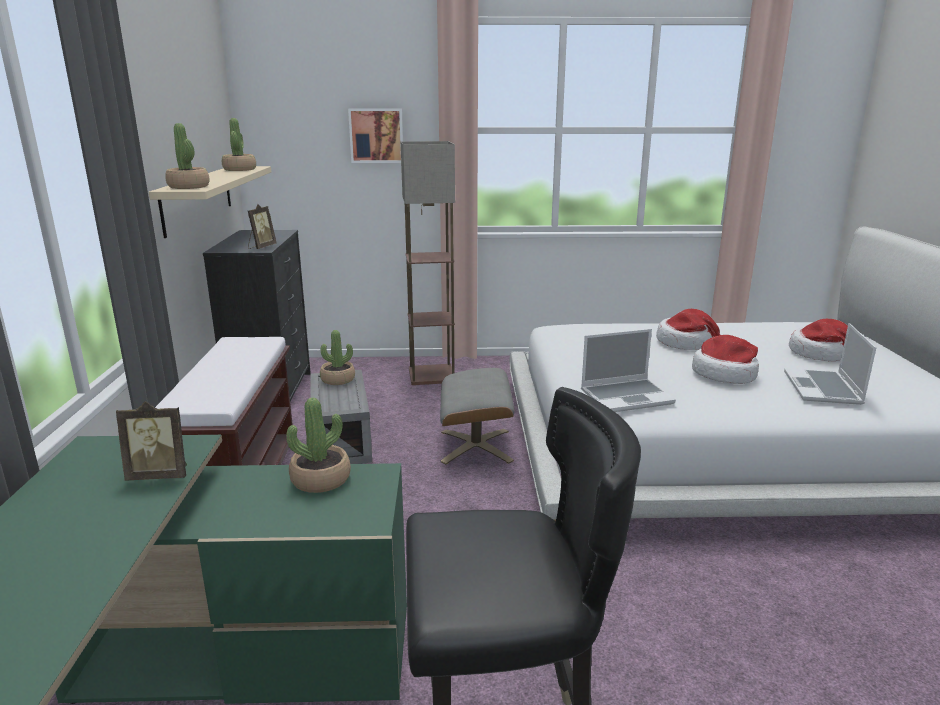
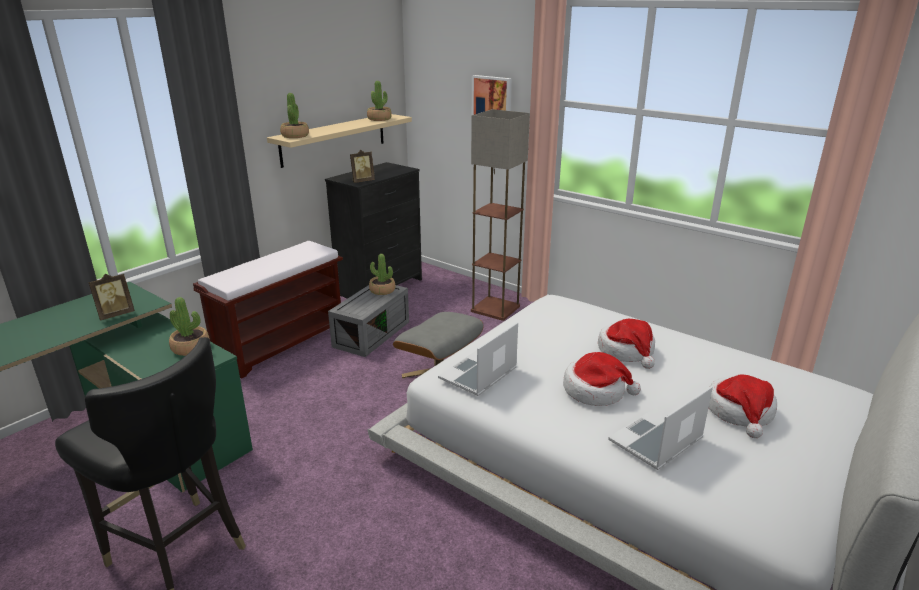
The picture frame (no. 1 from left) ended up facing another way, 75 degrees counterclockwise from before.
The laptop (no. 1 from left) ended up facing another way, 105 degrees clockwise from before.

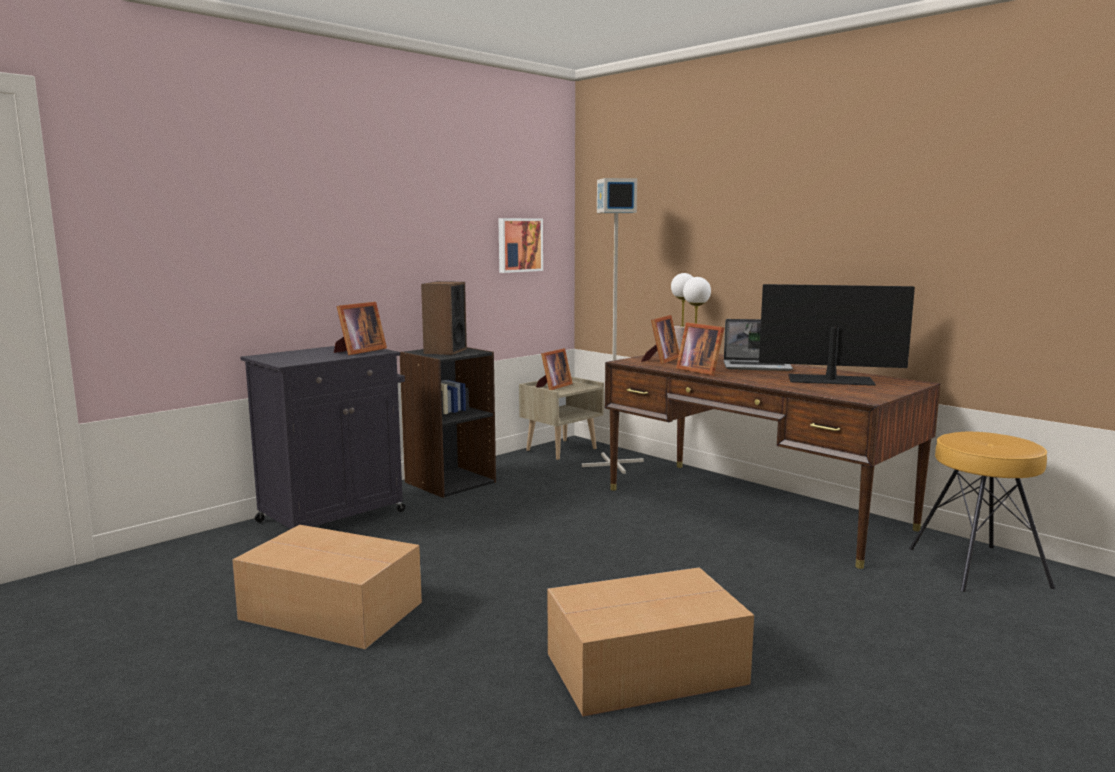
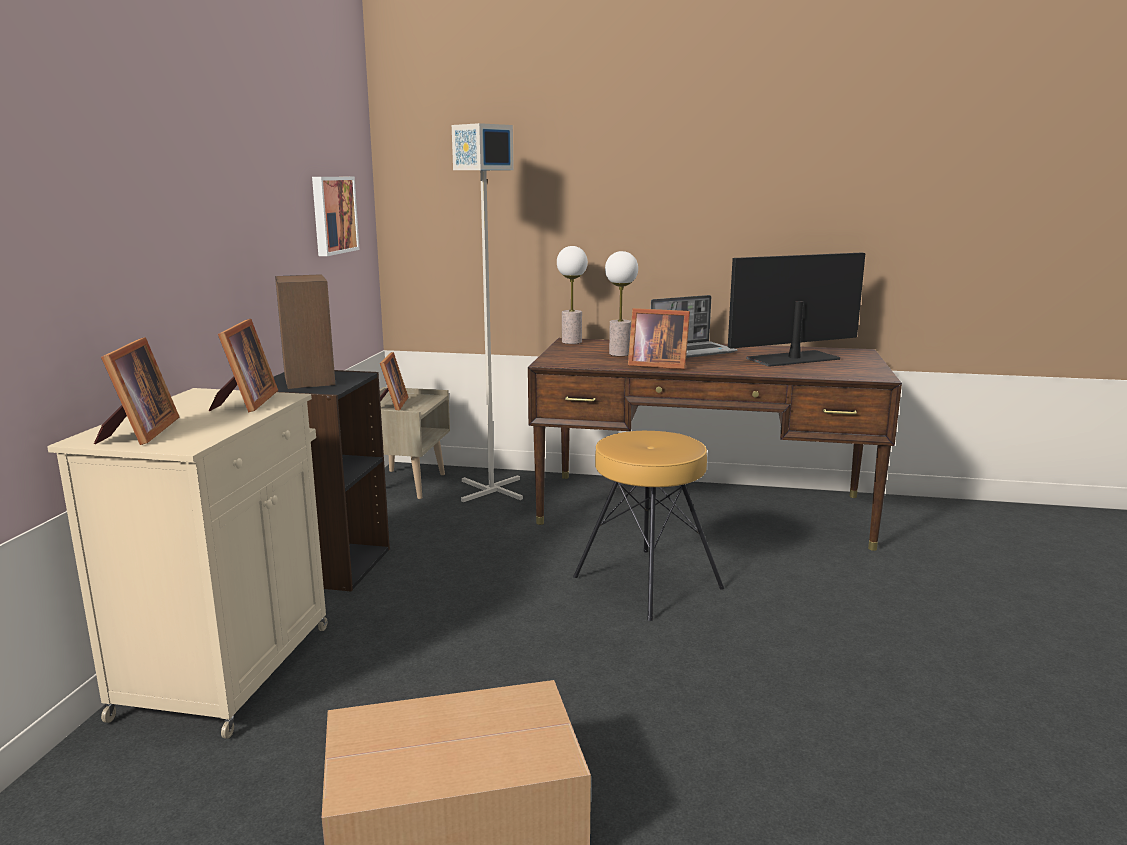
The second view lost the cardboard box (no. 2 from left).
The picture frame (no. 3 from left in the first image) ended up elsewhere.
The brown stool ended up elsewhere.
What was the black cabinet turned into the beige cabinet.

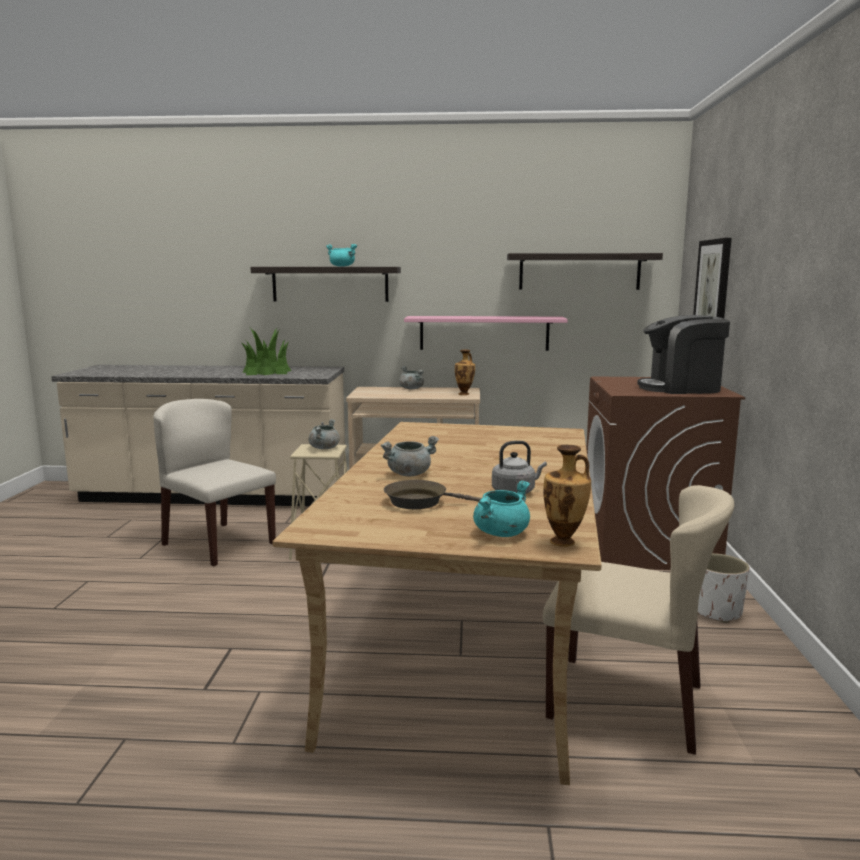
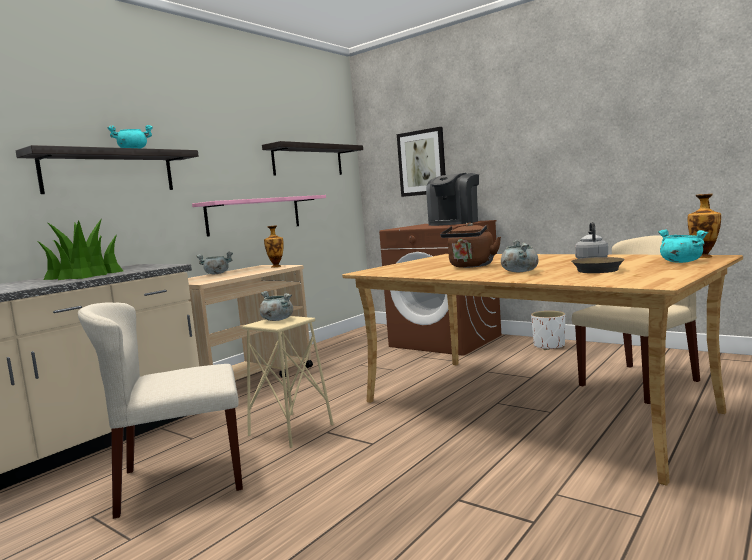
The second view gained the brown kettle.

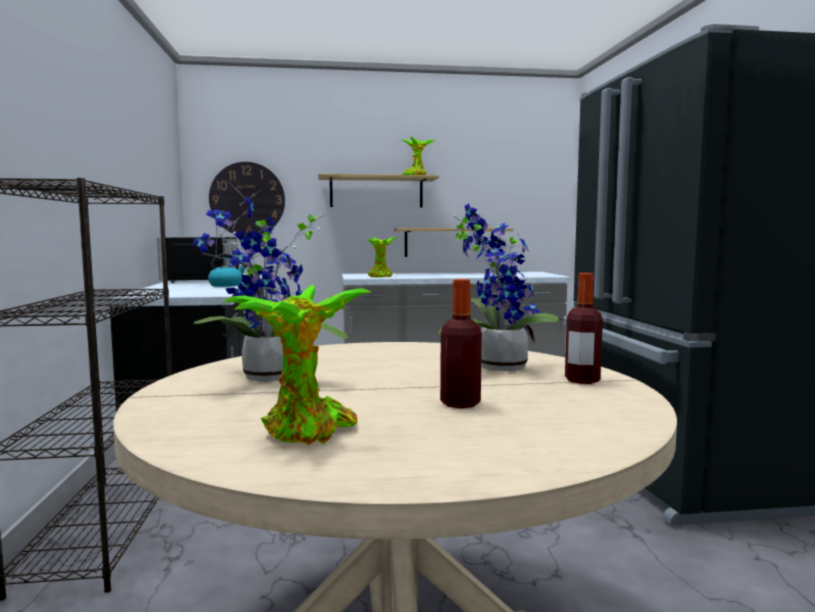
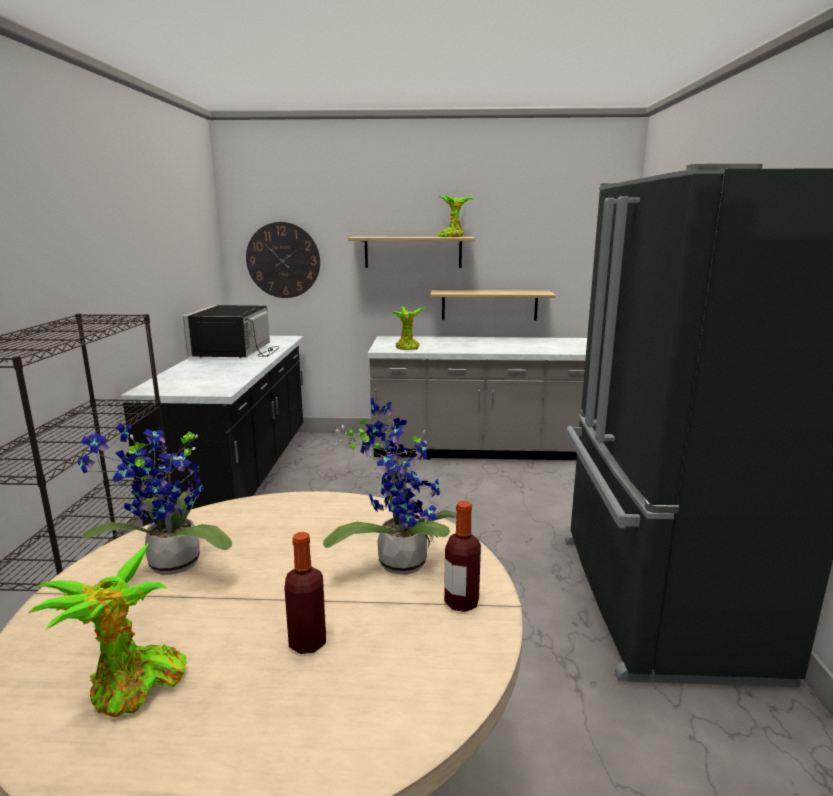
The second view lost the kettle.

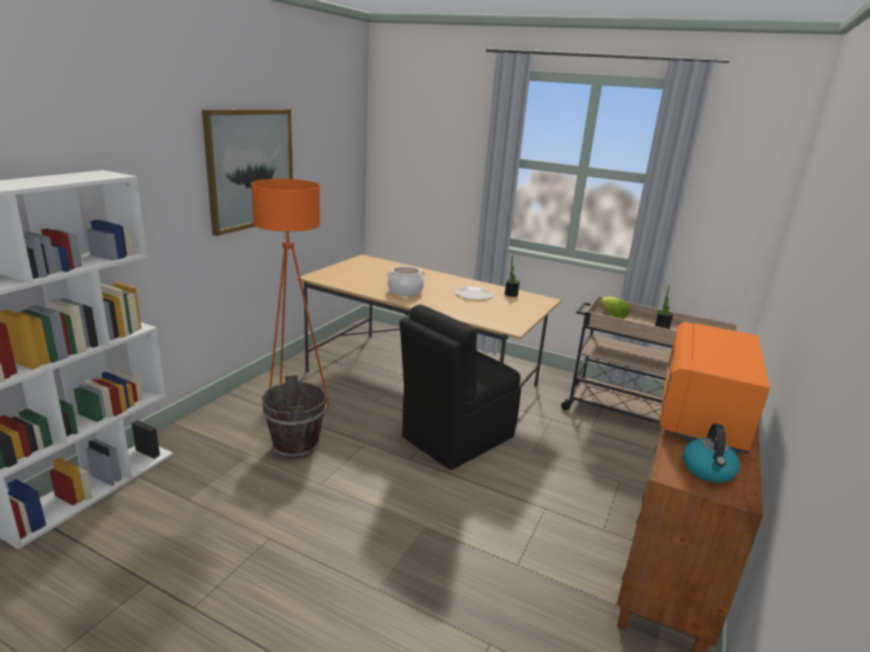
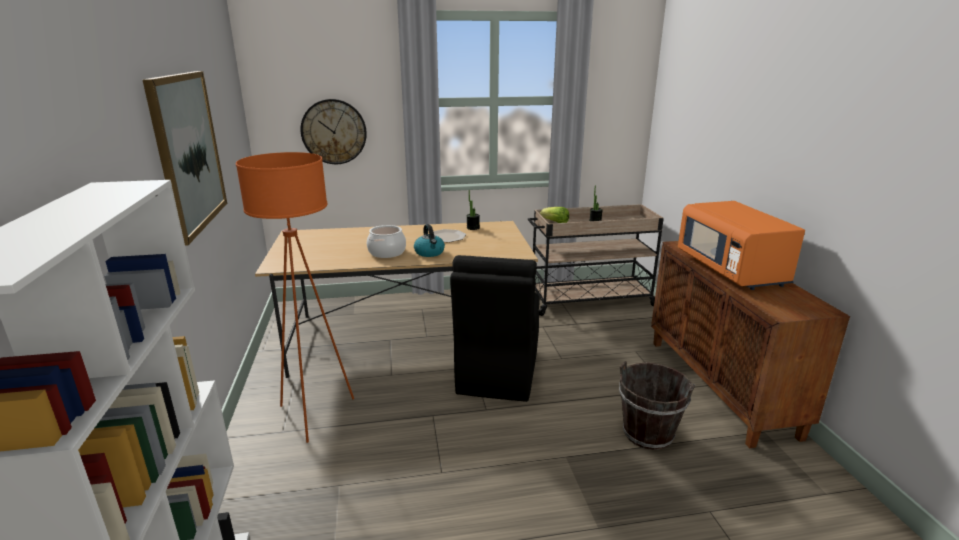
The second view gained the wall clock.
The brown bucket ended up elsewhere.
The kettle ended up elsewhere.

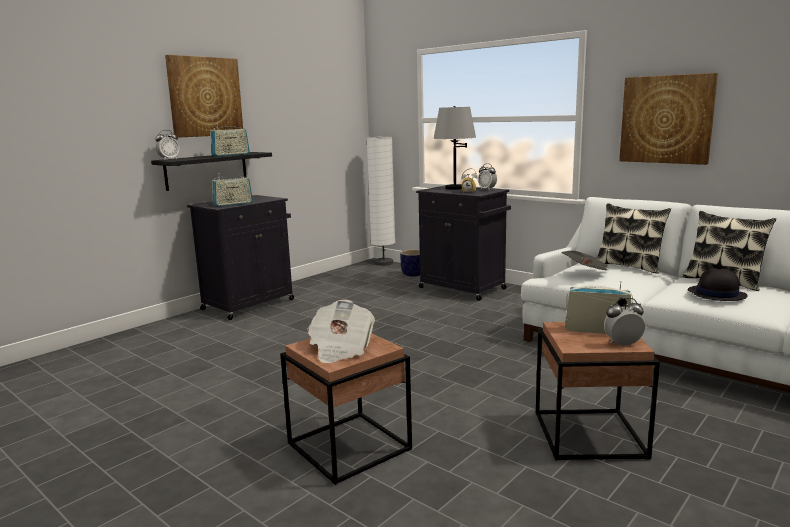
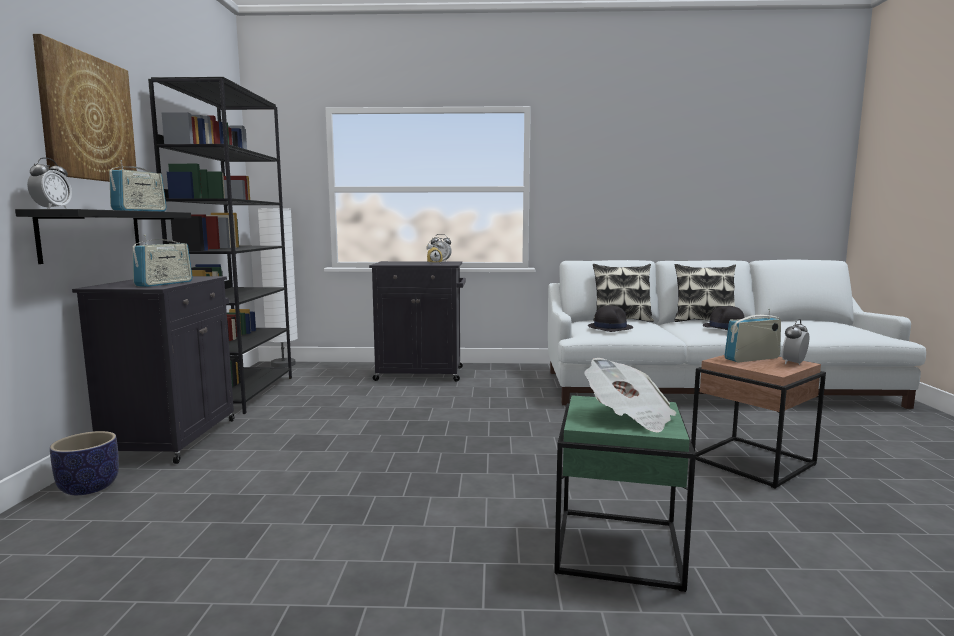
The second view lost the grey table lamp.
The second view lost the picture (no. 2 from left).
The second view gained the black bookcase.
The planter ended up elsewhere.
Where the newspaper (no. 2 from left) stood, the black hat (no. 1 from left) came to stand.
What was the brown side table (no. 1 from left) turned into the green side table.

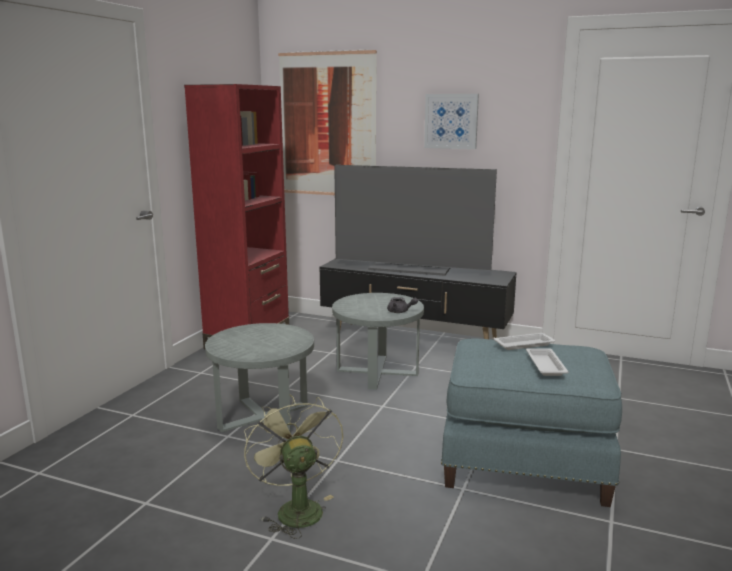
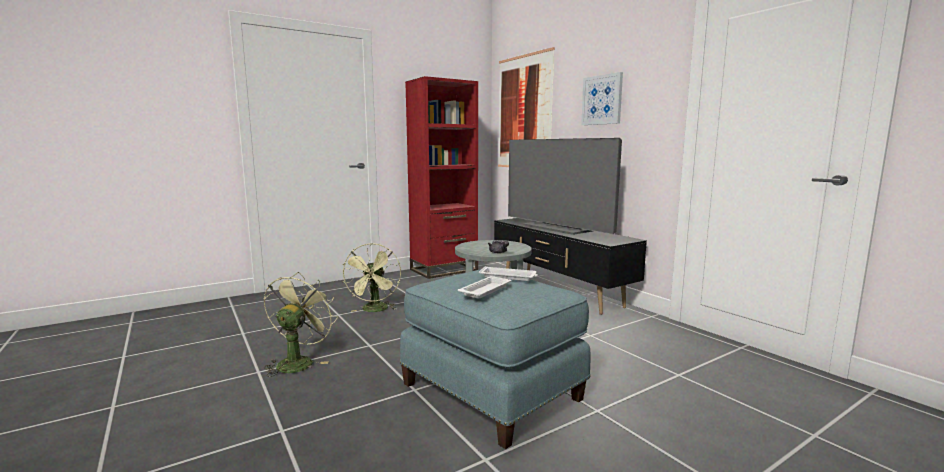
Where the grey side table (no. 1 from left) stood, the green fan (no. 2 from left) came to stand.

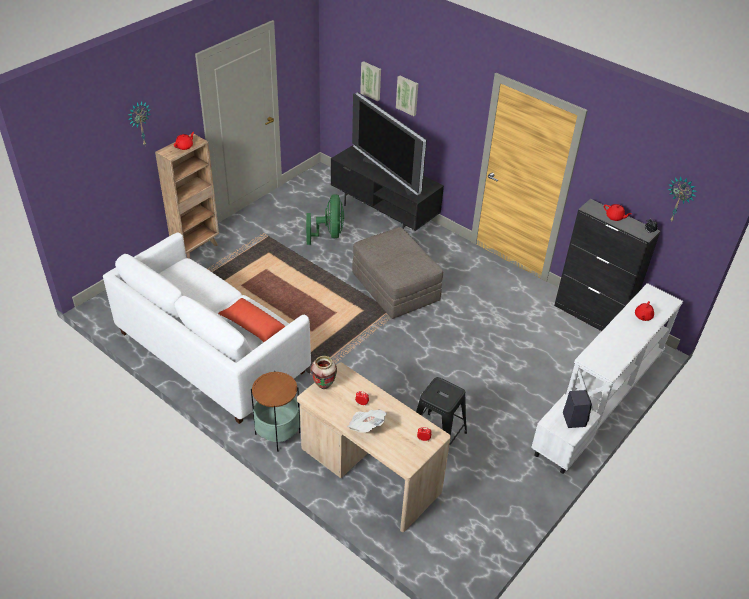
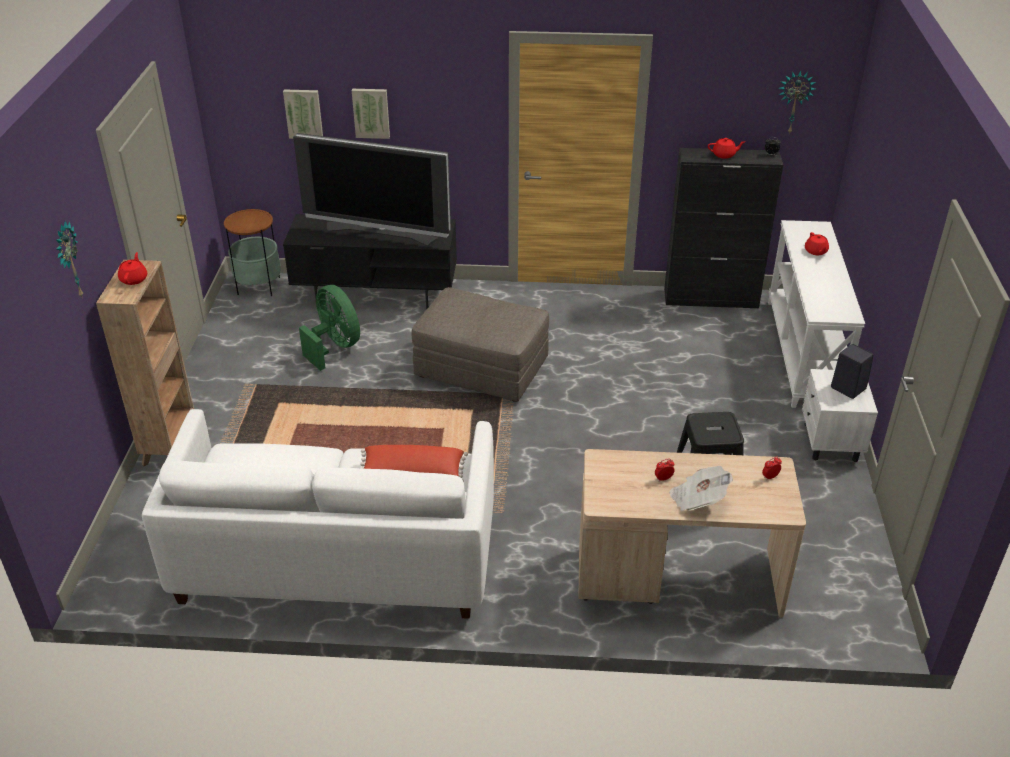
The second view lost the vase.
The side table ended up elsewhere.

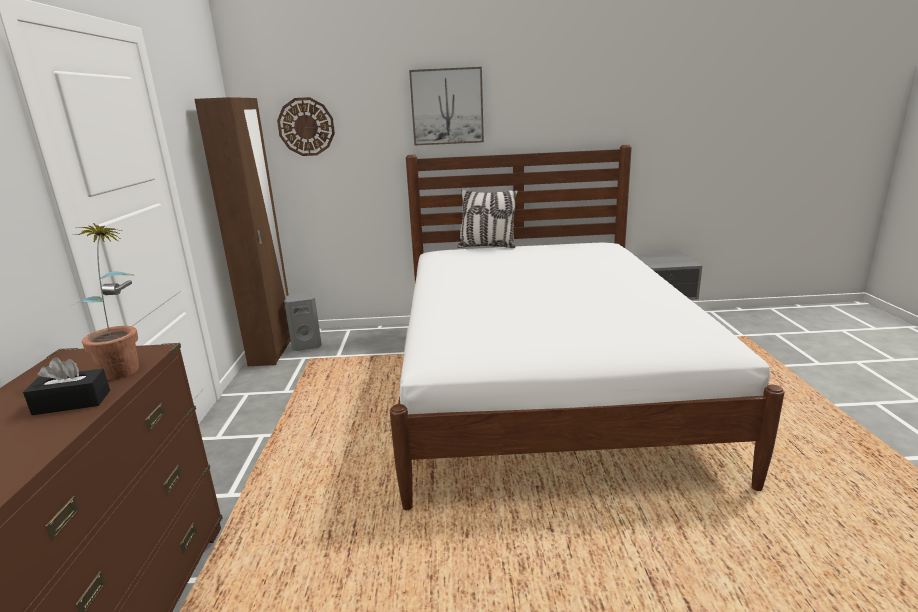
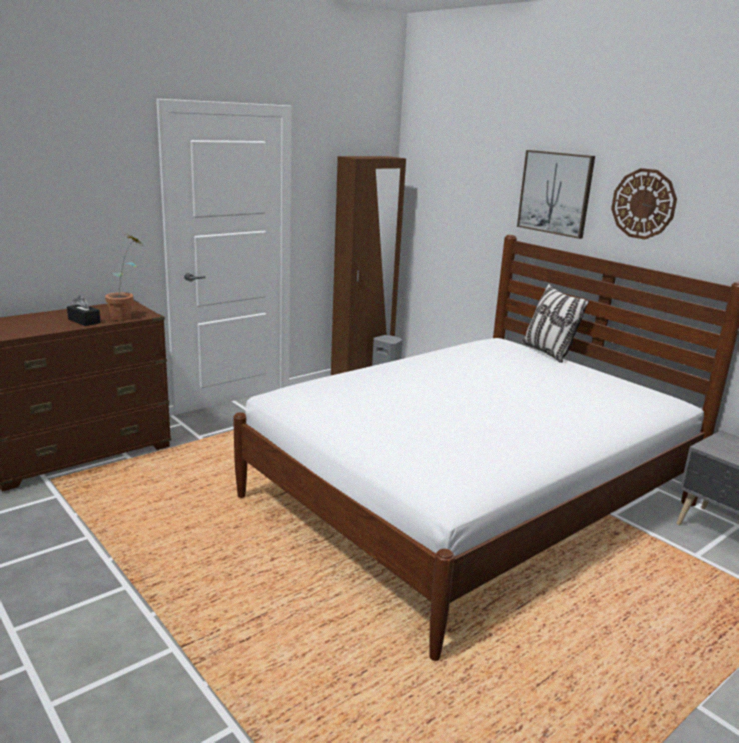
The wall clock ended up elsewhere.

